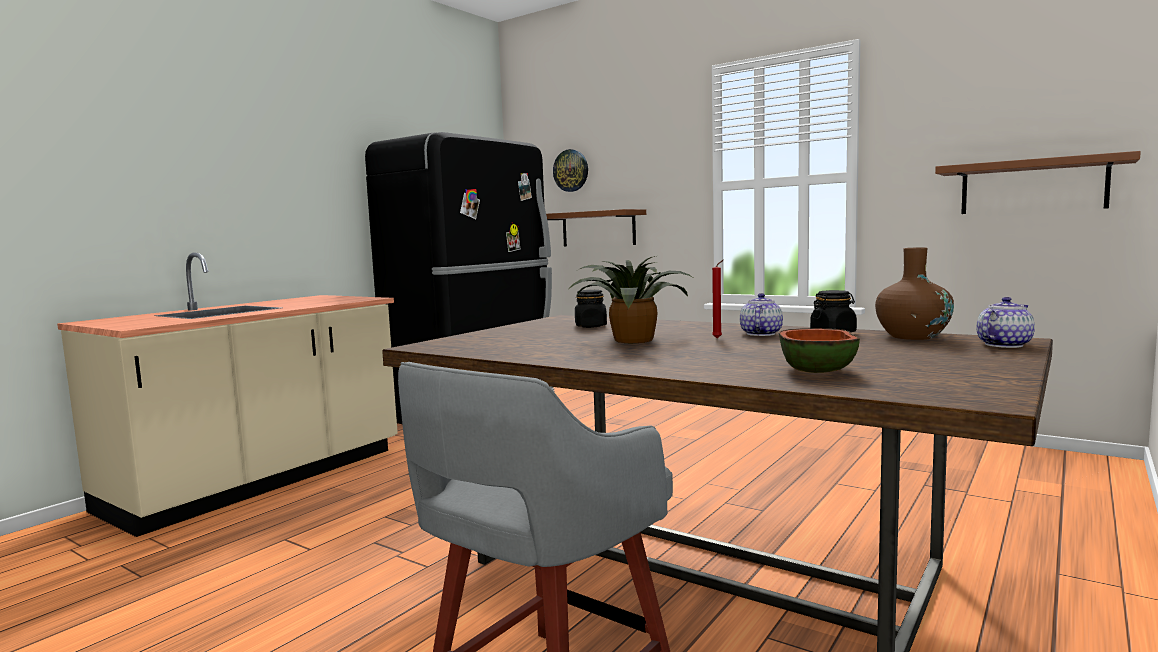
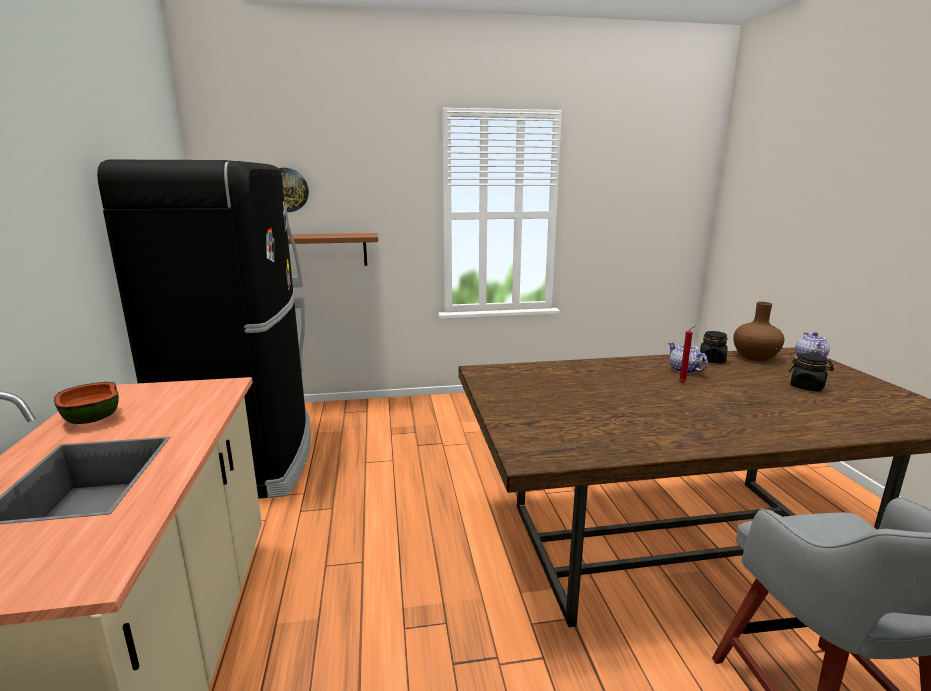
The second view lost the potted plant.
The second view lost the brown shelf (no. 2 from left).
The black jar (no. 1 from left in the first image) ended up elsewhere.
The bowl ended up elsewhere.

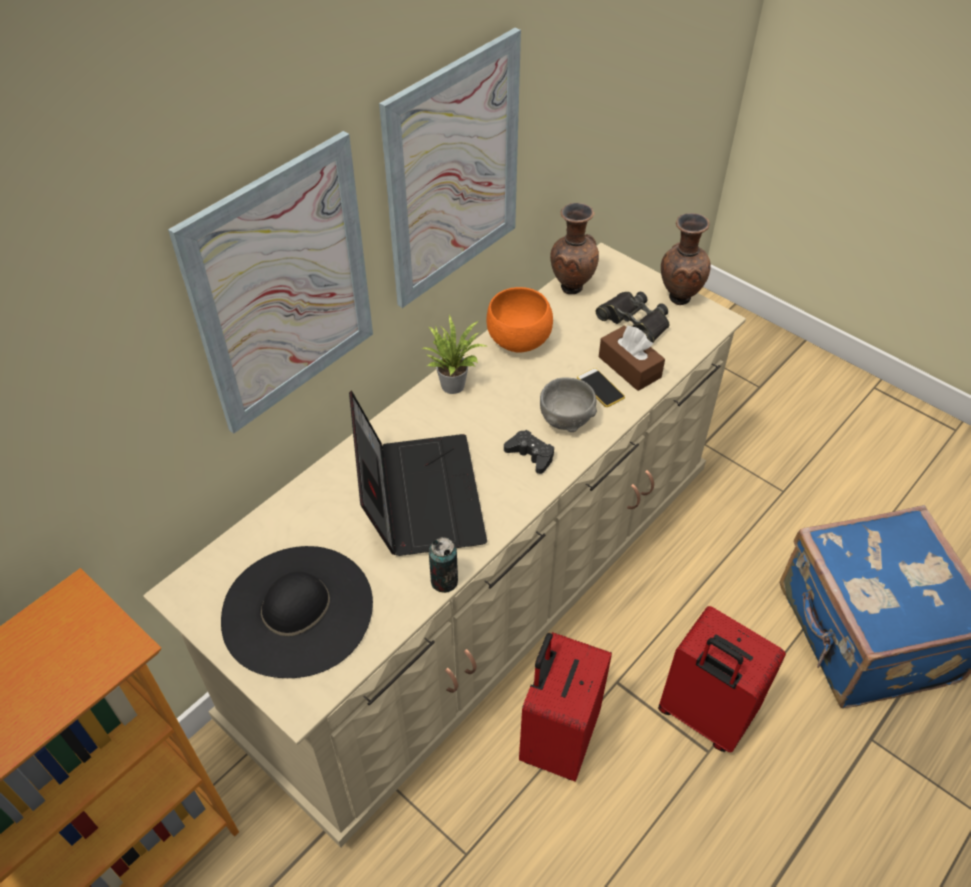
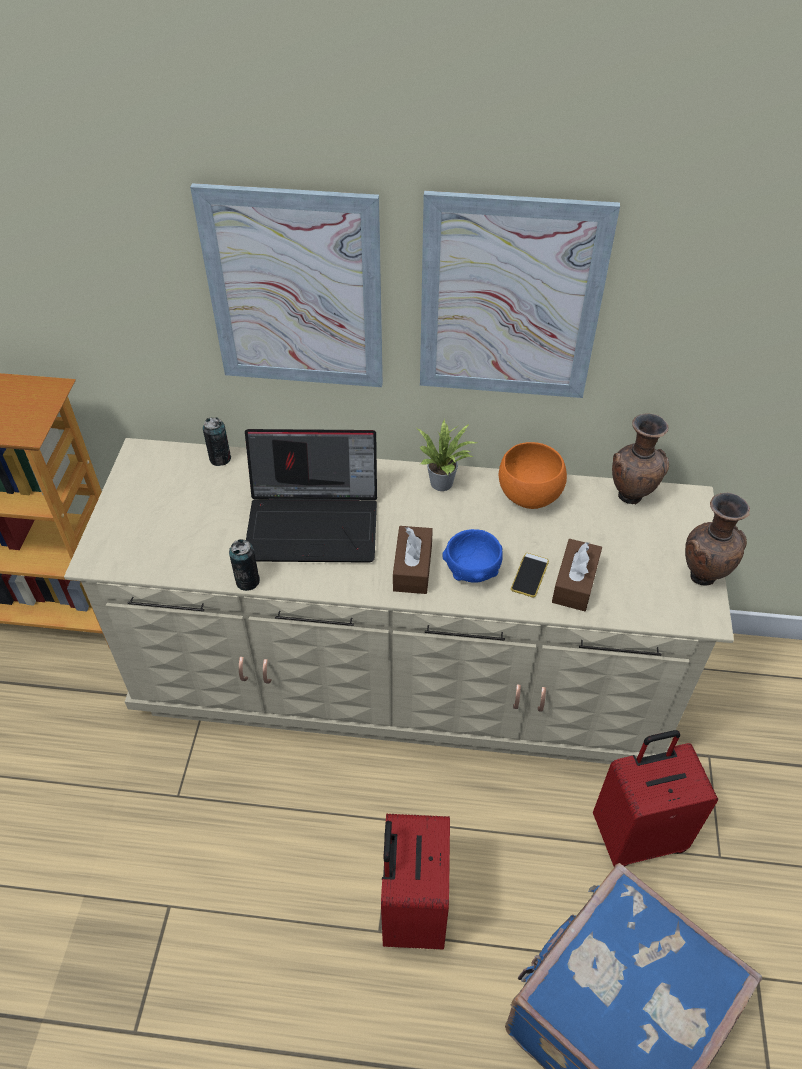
The second view lost the black hat.
The second view lost the black binoculars.
The second view gained the can (no. 1 from left).
The red suitcase (no. 1 from left in the first image) ended up elsewhere.
Where the black game controller stood, the brown tissue box (no. 1 from left) came to stand.
What was the grey bowl turned into the blue bowl.
The laptop ended up facing another way, 45 degrees clockwise from before.

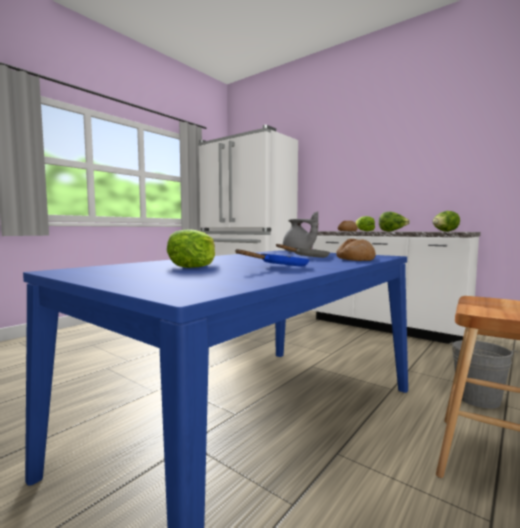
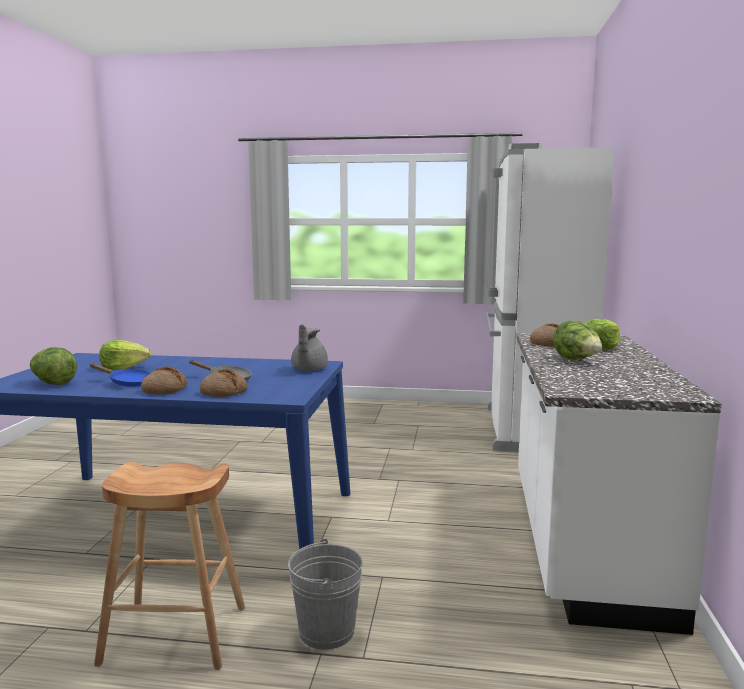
The second view gained the bread (no. 1 from left).
The lettuce (no. 4 from left in the first image) ended up elsewhere.

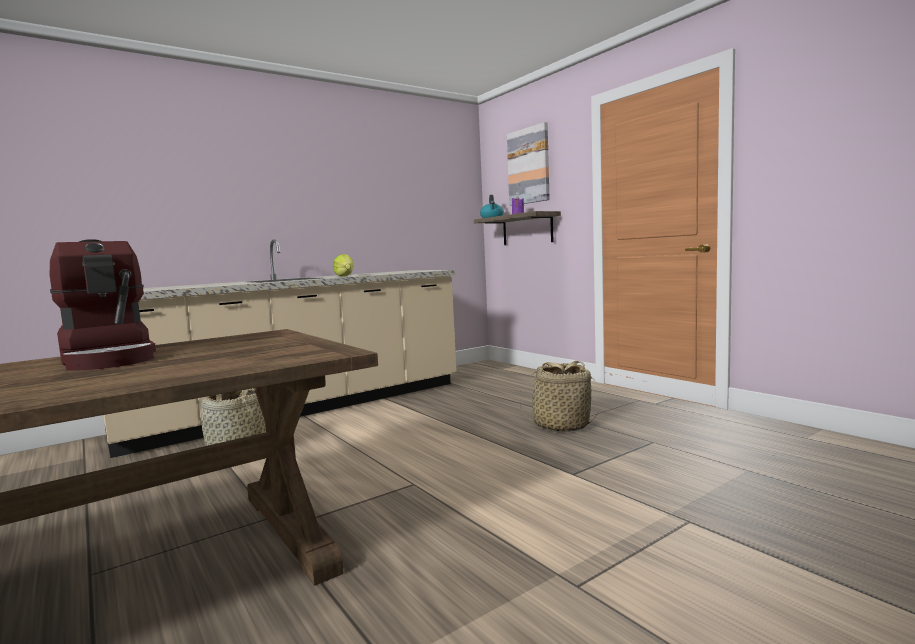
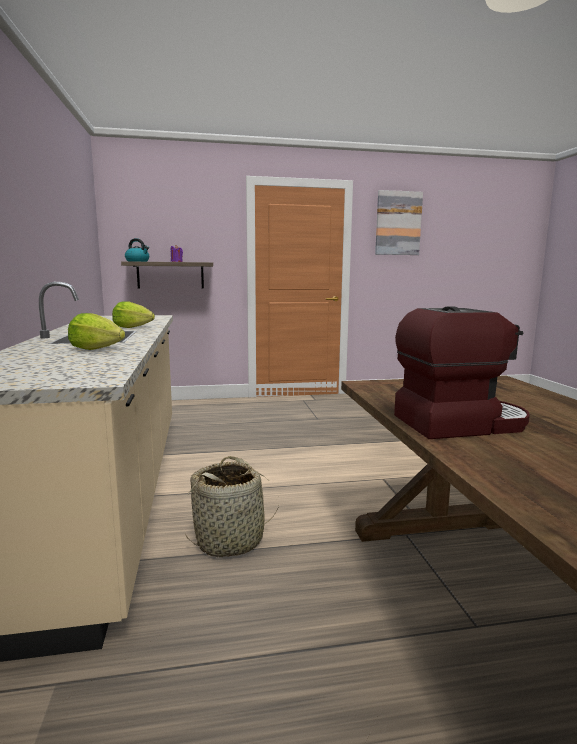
The second view lost the basket (no. 2 from left).
The second view gained the lettuce (no. 1 from left).
The picture ended up elsewhere.

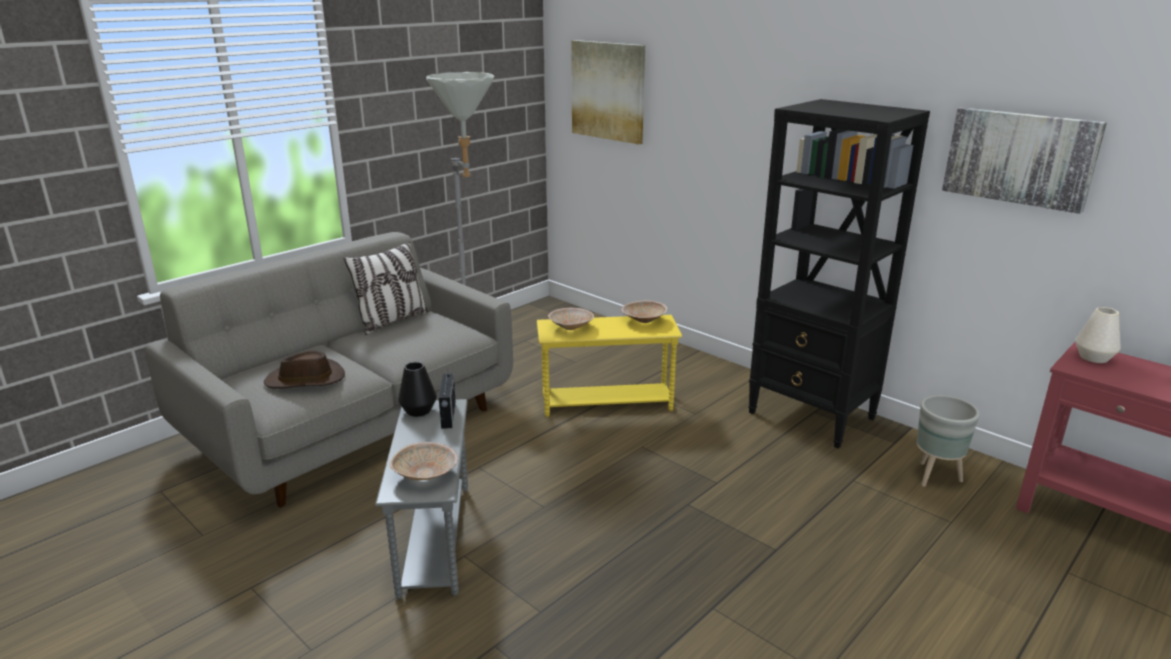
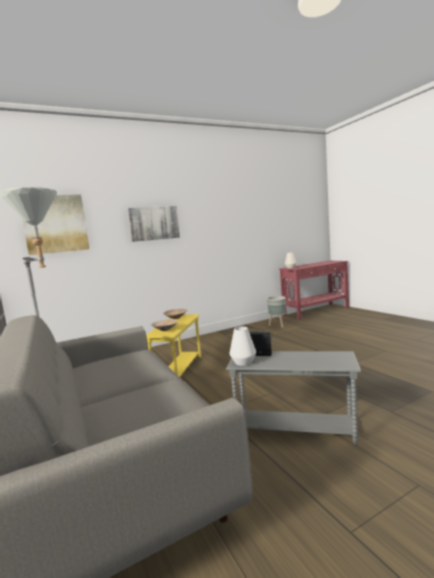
The second view lost the brown hat.
The second view lost the pillow.
The second view lost the beige bowl (no. 1 from left).
The second view lost the black bookcase.
The picture (no. 2 from left) ended up elsewhere.
What was the black vase turned into the white vase (no. 1 from left).

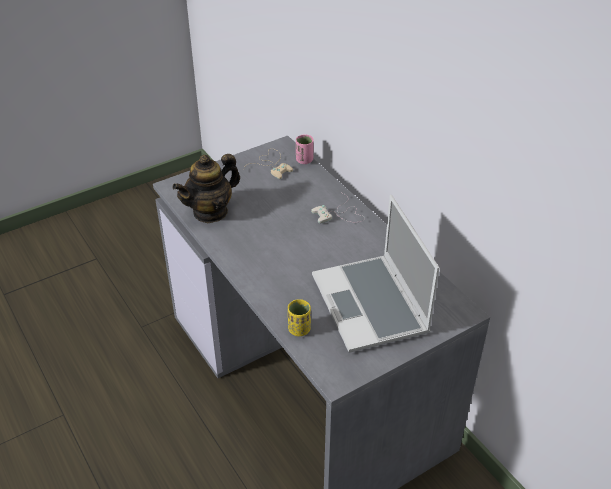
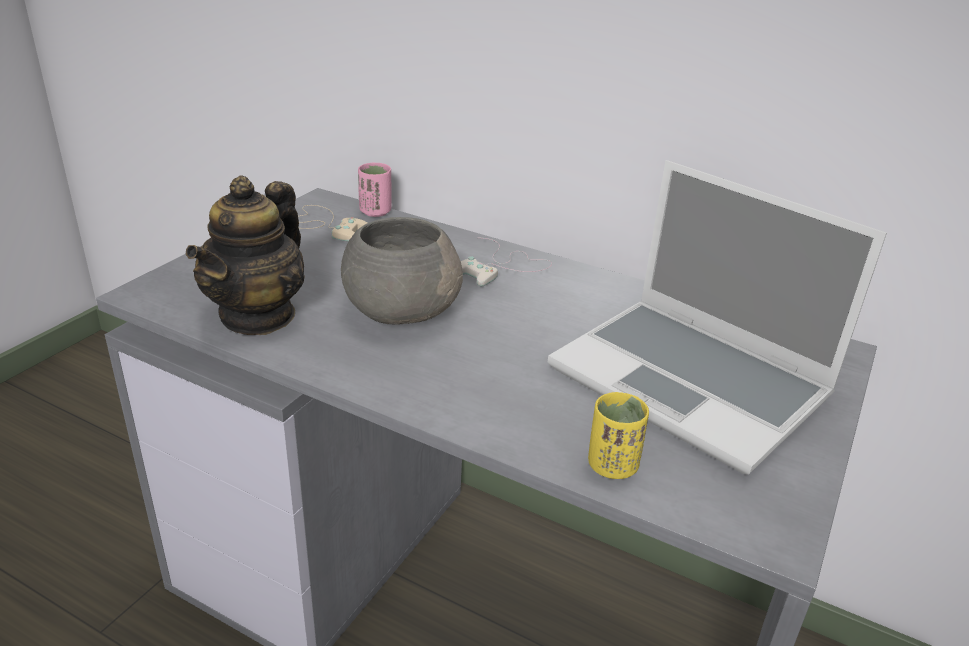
The second view gained the grey bowl.

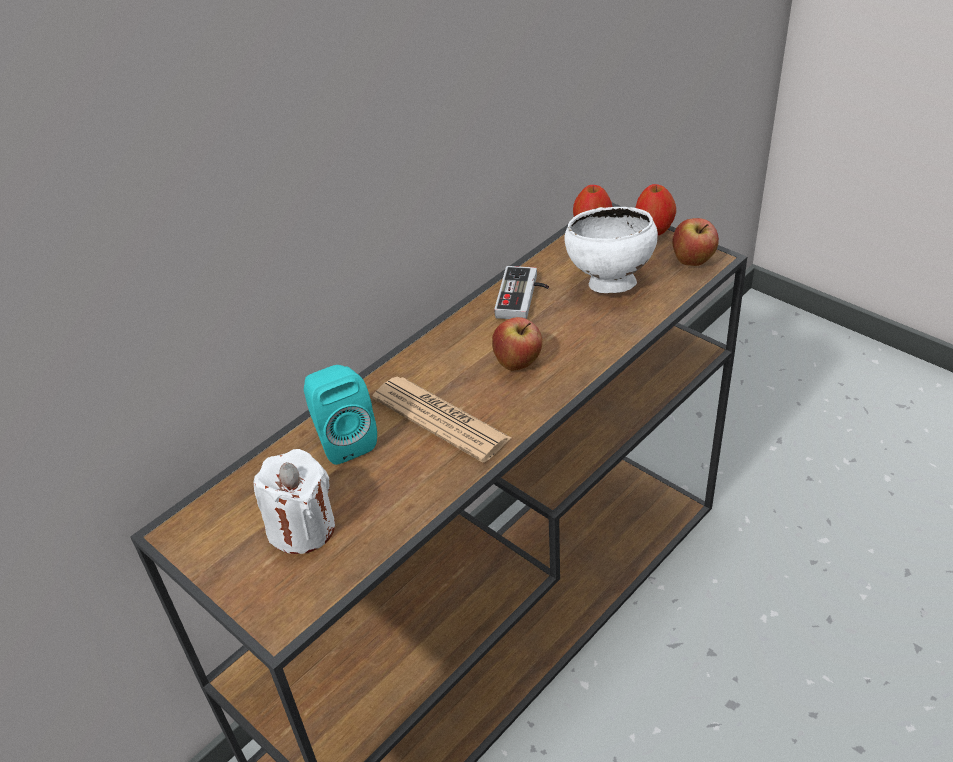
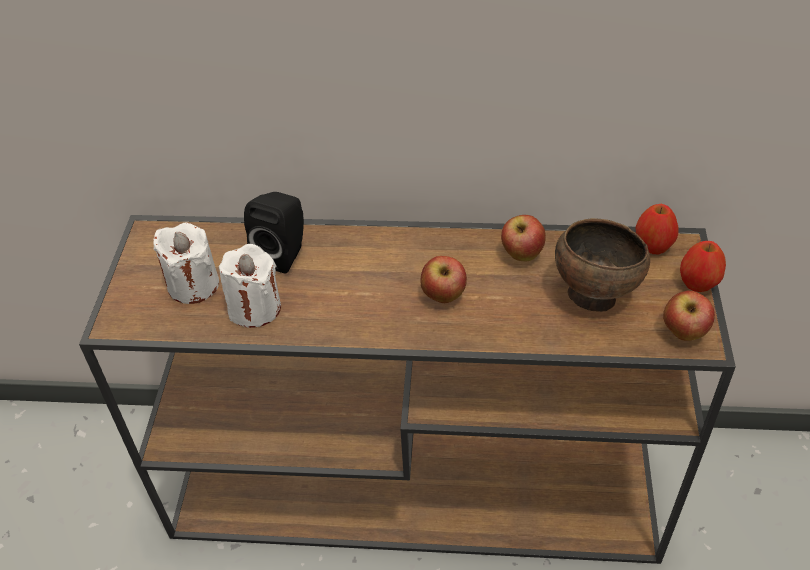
The second view lost the newspaper.
The second view gained the white candle (no. 2 from left).
Where the game controller stood, the apple (no. 2 from left) came to stand.
What was the turquoise speaker turned into the black speaker.
What was the white bowl turned into the brown bowl.

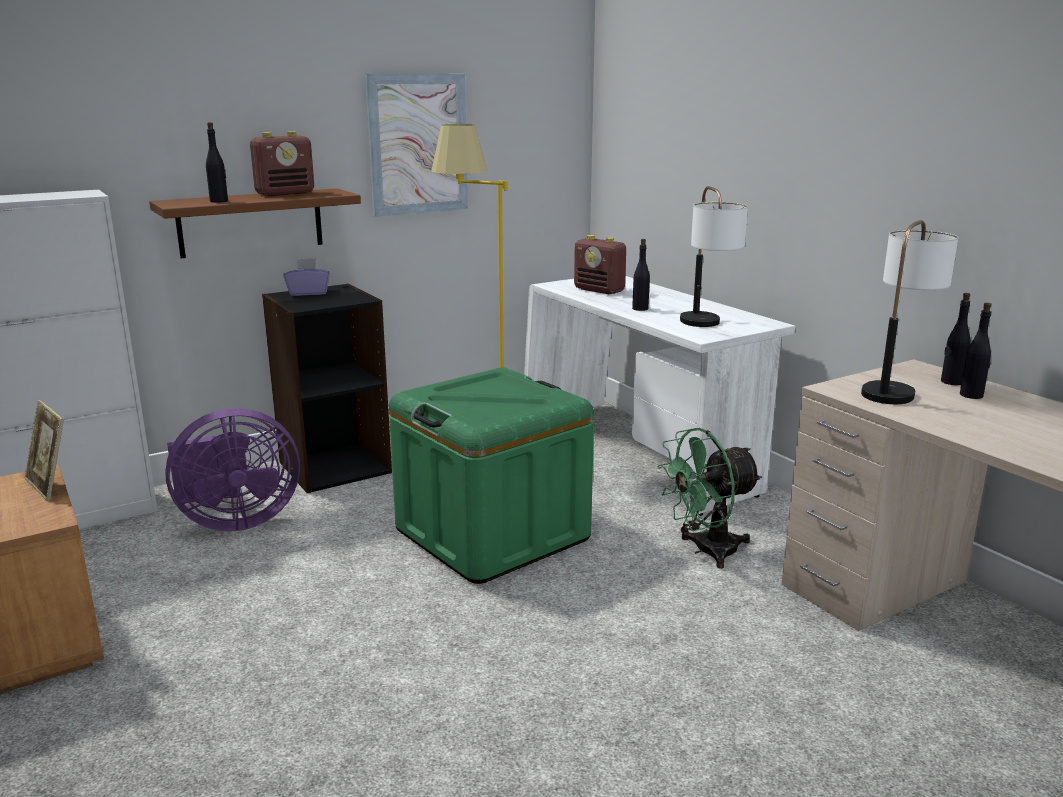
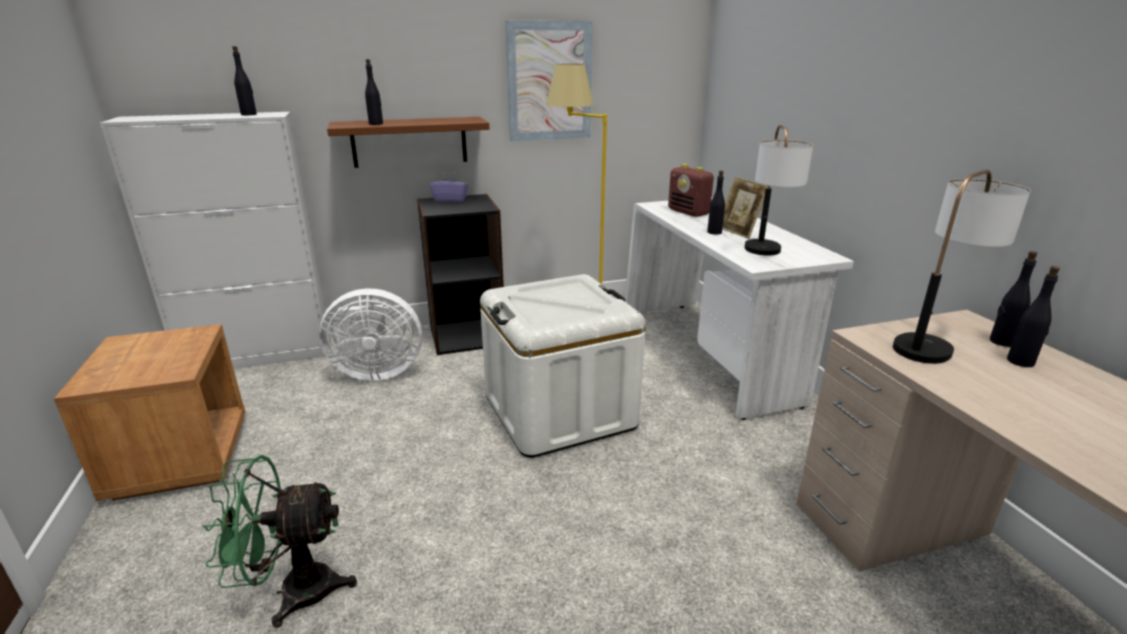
The second view lost the radio (no. 1 from left).
The second view gained the black bottle (no. 1 from left).
The picture frame ended up elsewhere.
The green fan ended up elsewhere.
What was the purple fan turned into the white fan.
What was the green storage box turned into the white storage box.

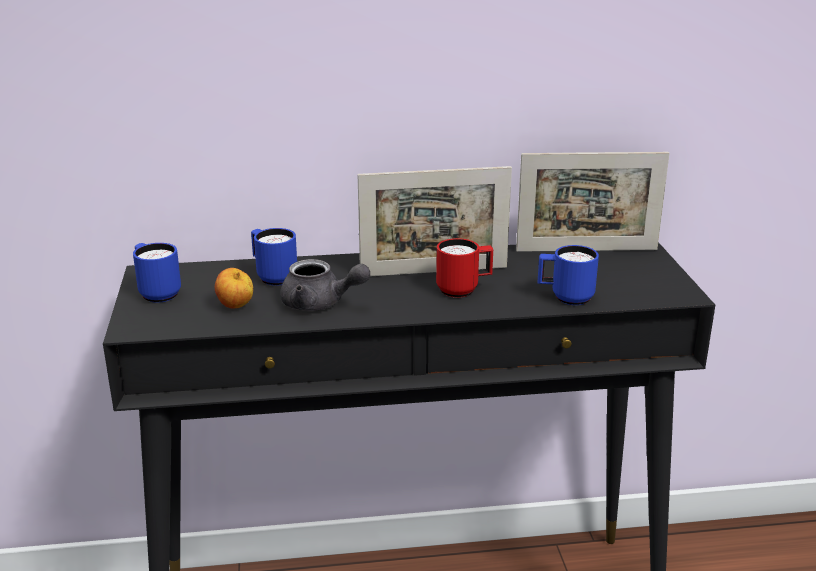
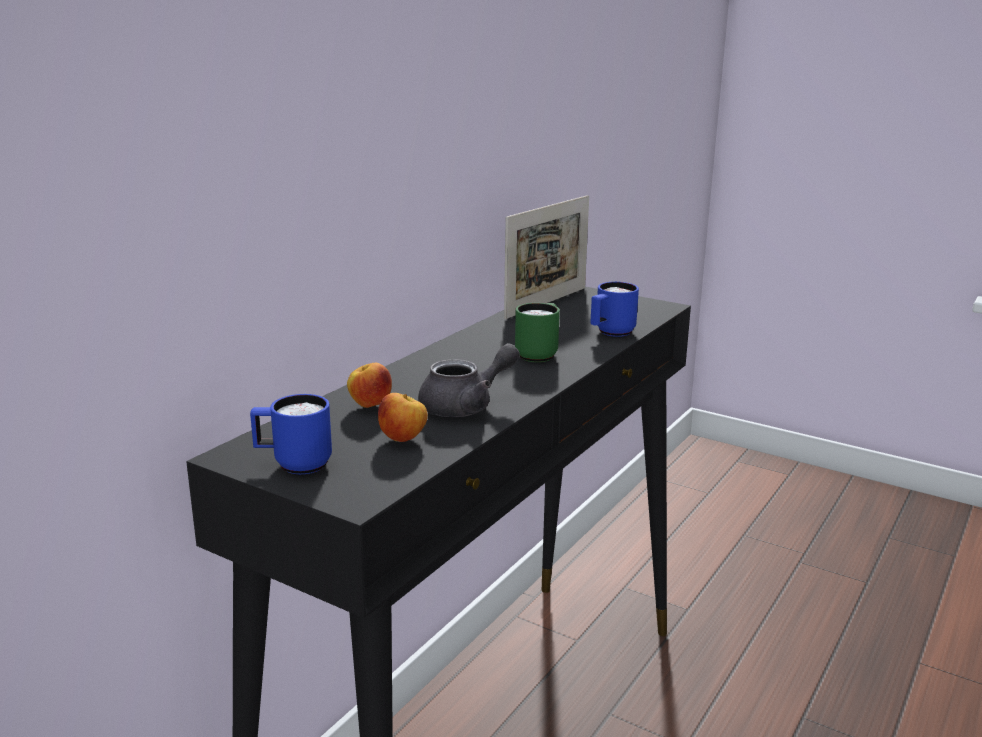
The second view lost the picture frame (no. 1 from left).
Where the blue mug (no. 2 from left) stood, the apple (no. 1 from left) came to stand.
What was the red mug turned into the green mug.

